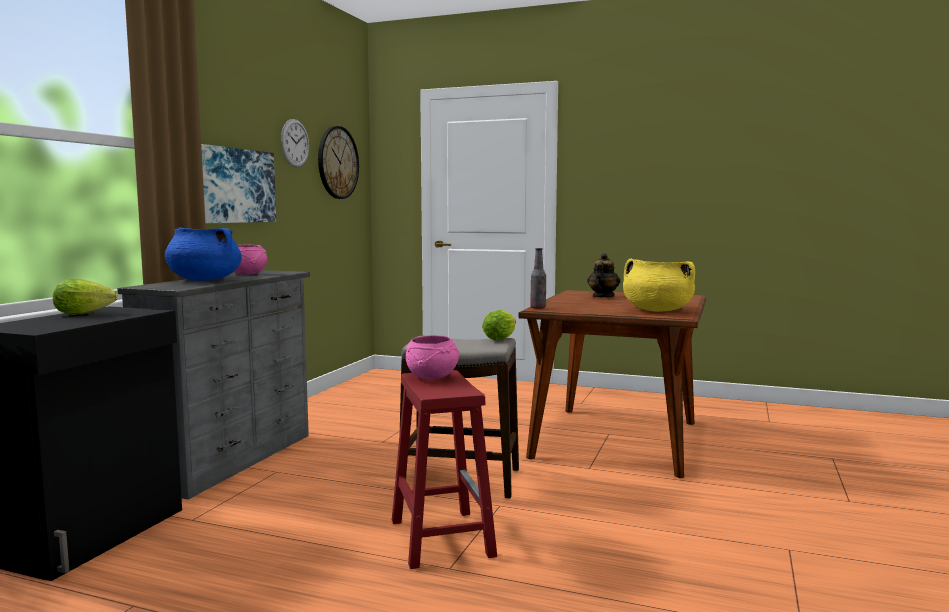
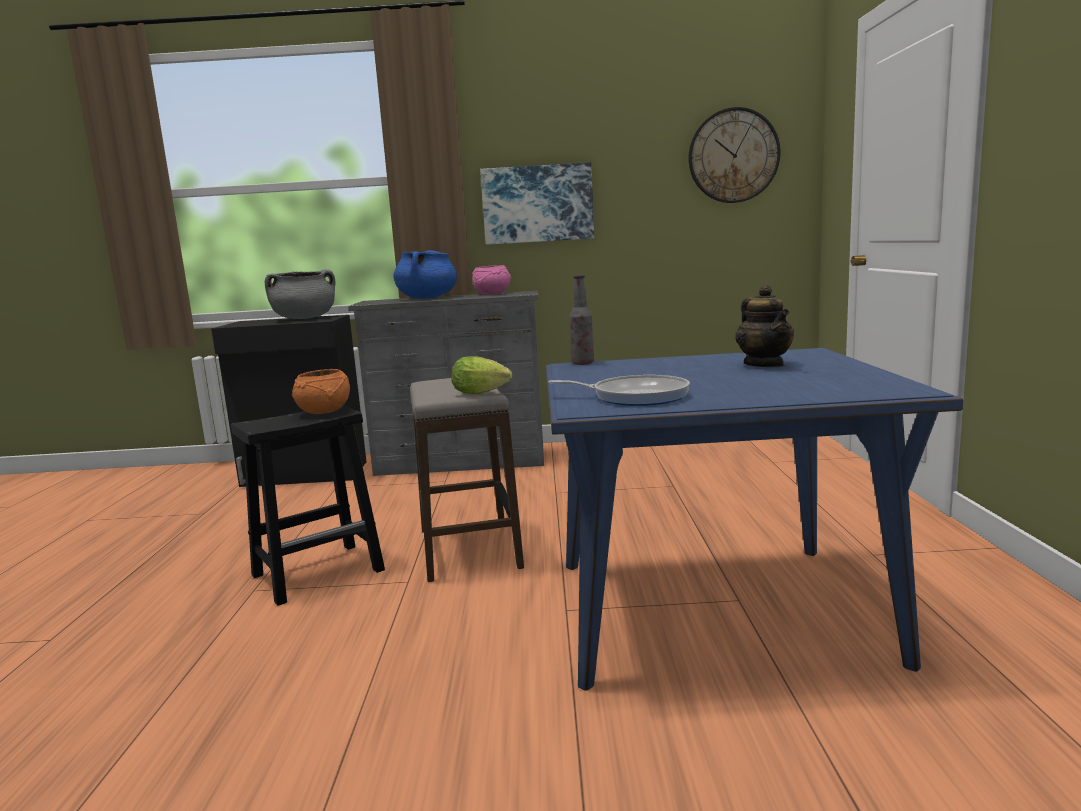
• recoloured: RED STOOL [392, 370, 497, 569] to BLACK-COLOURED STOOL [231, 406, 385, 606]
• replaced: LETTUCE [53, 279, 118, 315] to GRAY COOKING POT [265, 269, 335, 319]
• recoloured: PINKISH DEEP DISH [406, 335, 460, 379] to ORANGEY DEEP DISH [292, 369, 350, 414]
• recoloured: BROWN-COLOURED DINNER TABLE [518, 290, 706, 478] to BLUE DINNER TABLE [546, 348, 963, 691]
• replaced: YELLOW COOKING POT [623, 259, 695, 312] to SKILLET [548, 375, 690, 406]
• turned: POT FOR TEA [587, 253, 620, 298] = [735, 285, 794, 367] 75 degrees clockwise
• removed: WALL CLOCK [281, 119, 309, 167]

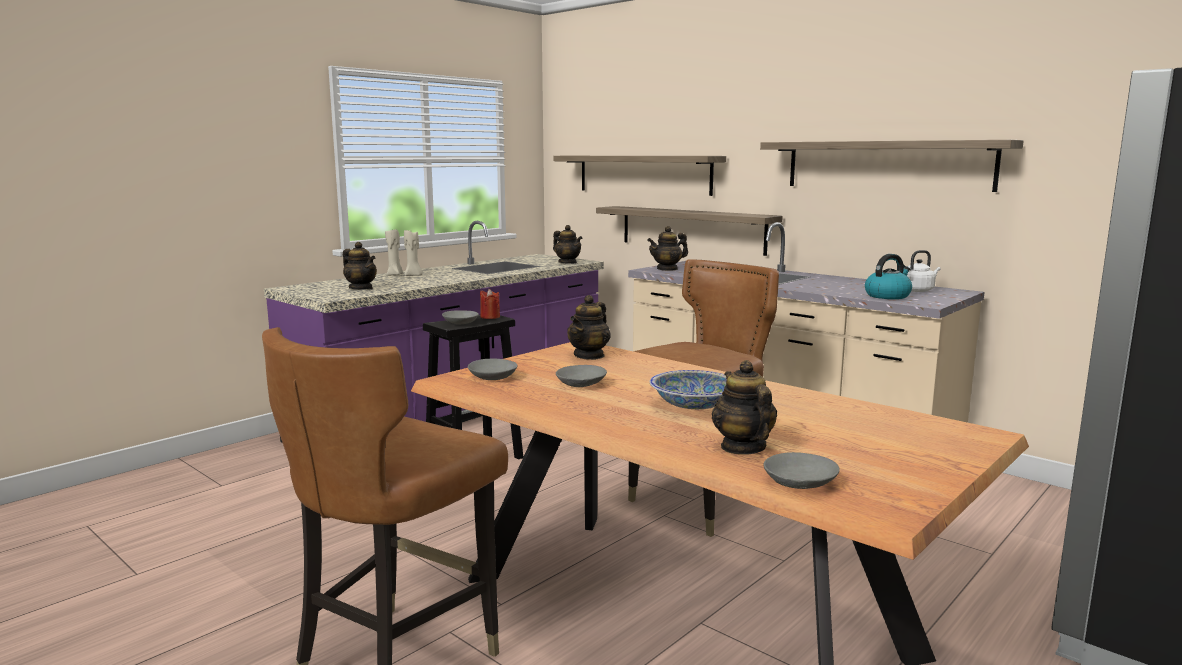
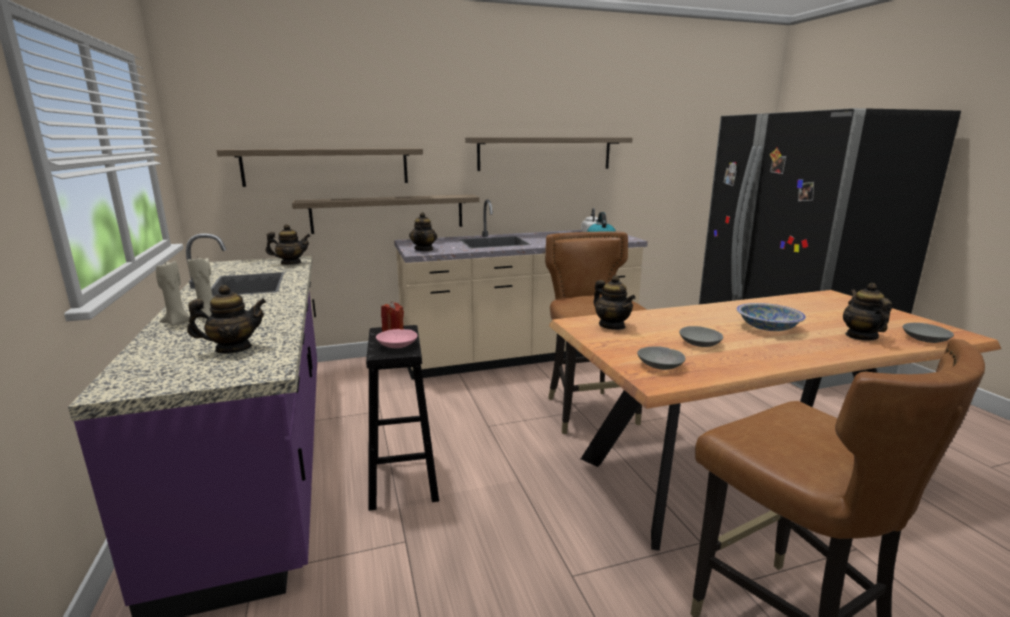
• recoloured: GRAY DEEP DISH [442, 310, 479, 324] to PINKISH DEEP DISH [376, 329, 417, 348]
• turned: POT FOR TEA [712, 360, 777, 455] = [843, 283, 892, 341] 75 degrees clockwise

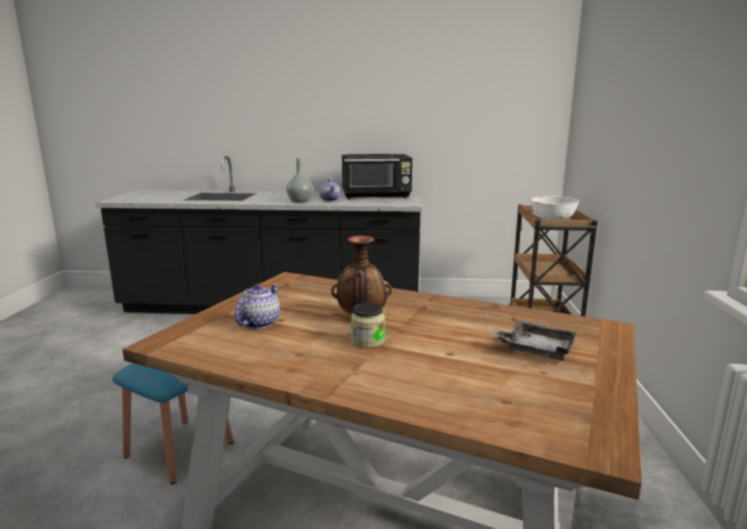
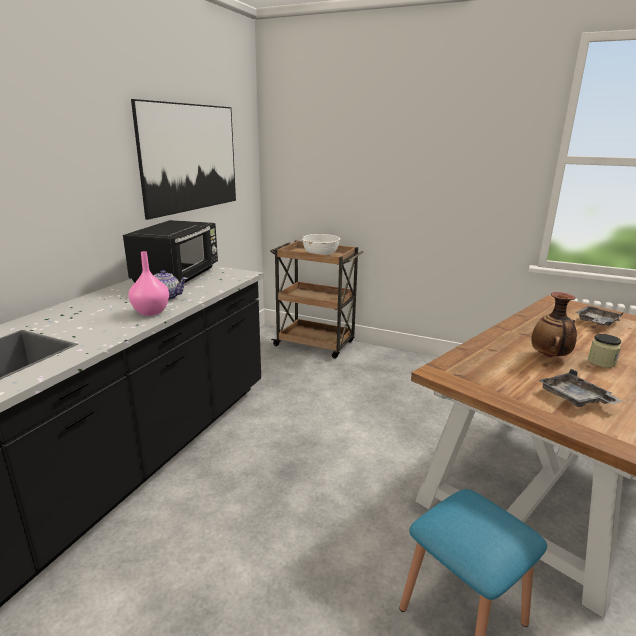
• recoloured: GRAY DECORATIVE VASE [286, 158, 313, 203] to PINKISH DECORATIVE VASE [129, 251, 169, 316]
• added: WALL ART [131, 99, 236, 220]
• replaced: POT FOR TEA [234, 284, 280, 329] to GRAY SERVING TRAY [538, 369, 622, 407]

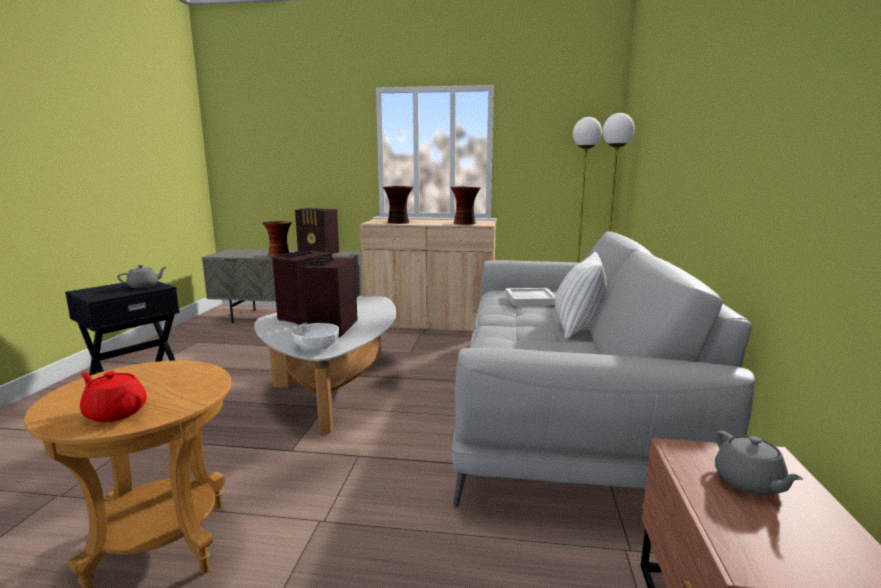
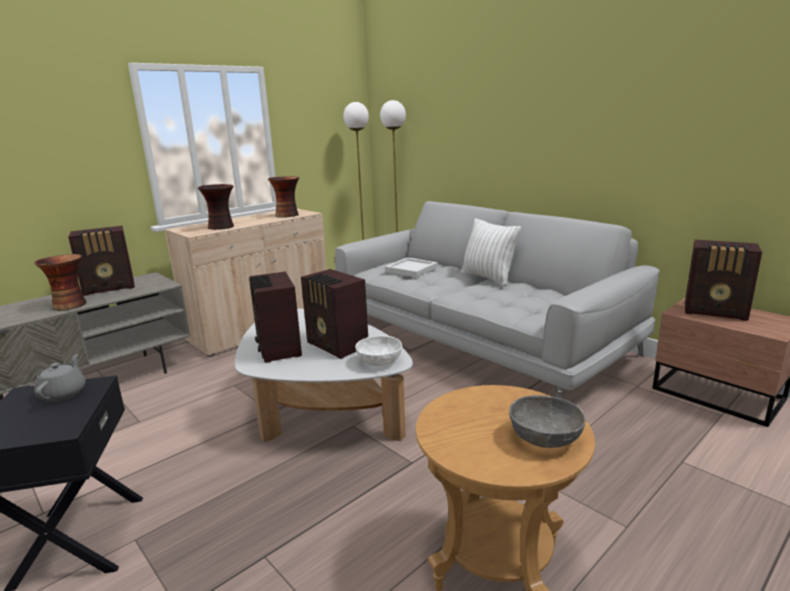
• replaced: RED POT FOR TEA [80, 371, 147, 422] to GRAY DEEP DISH [509, 395, 585, 448]
• replaced: GRAY POT FOR TEA [715, 431, 803, 495] to RADIO SET [685, 240, 762, 321]

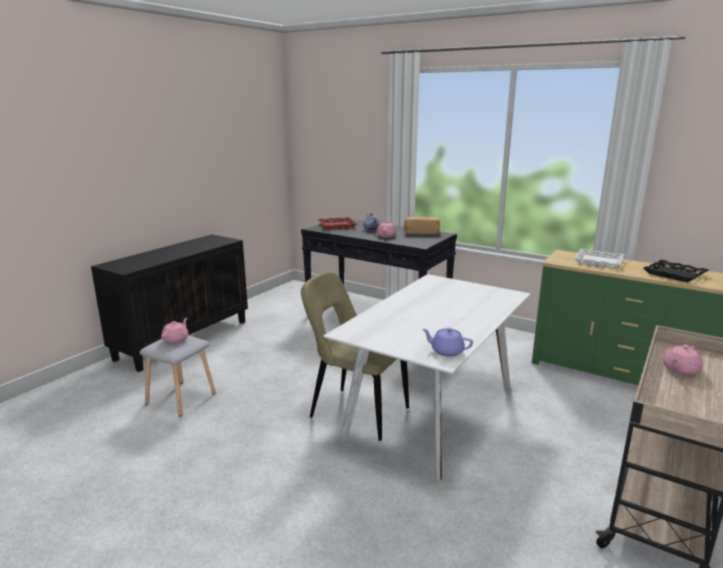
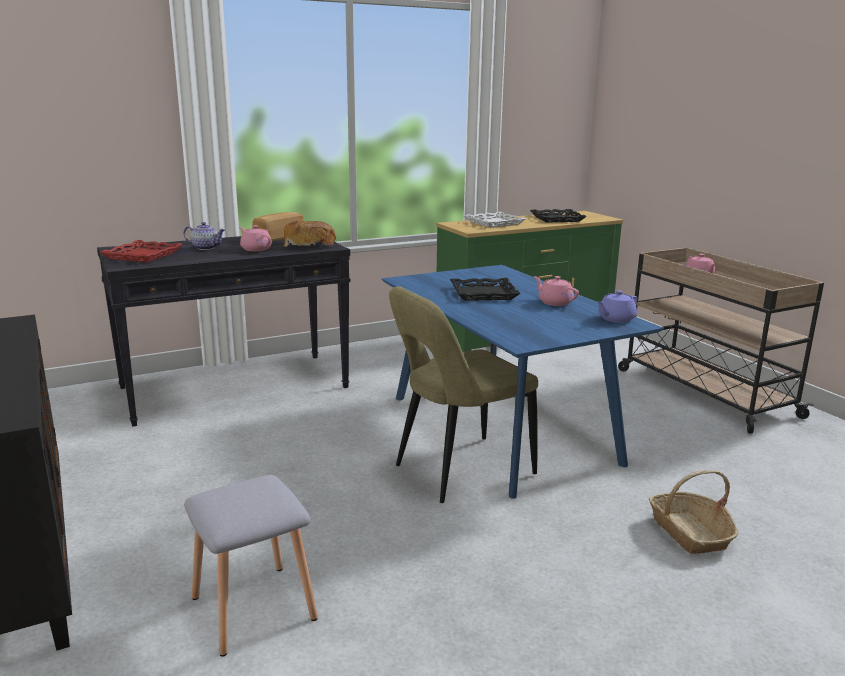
• added: BREAD [284, 221, 336, 247]
• recoloured: WHITE DINNER TABLE [323, 274, 531, 480] to BLUE DINNER TABLE [382, 265, 664, 499]
• added: BLACK-COLOURED SERVING TRAY [450, 278, 521, 301]
• moved: PINKISH POT FOR TEA [161, 318, 188, 344] to [534, 276, 579, 306]
• added: HOUSEHOLD BASKET [649, 470, 738, 554]

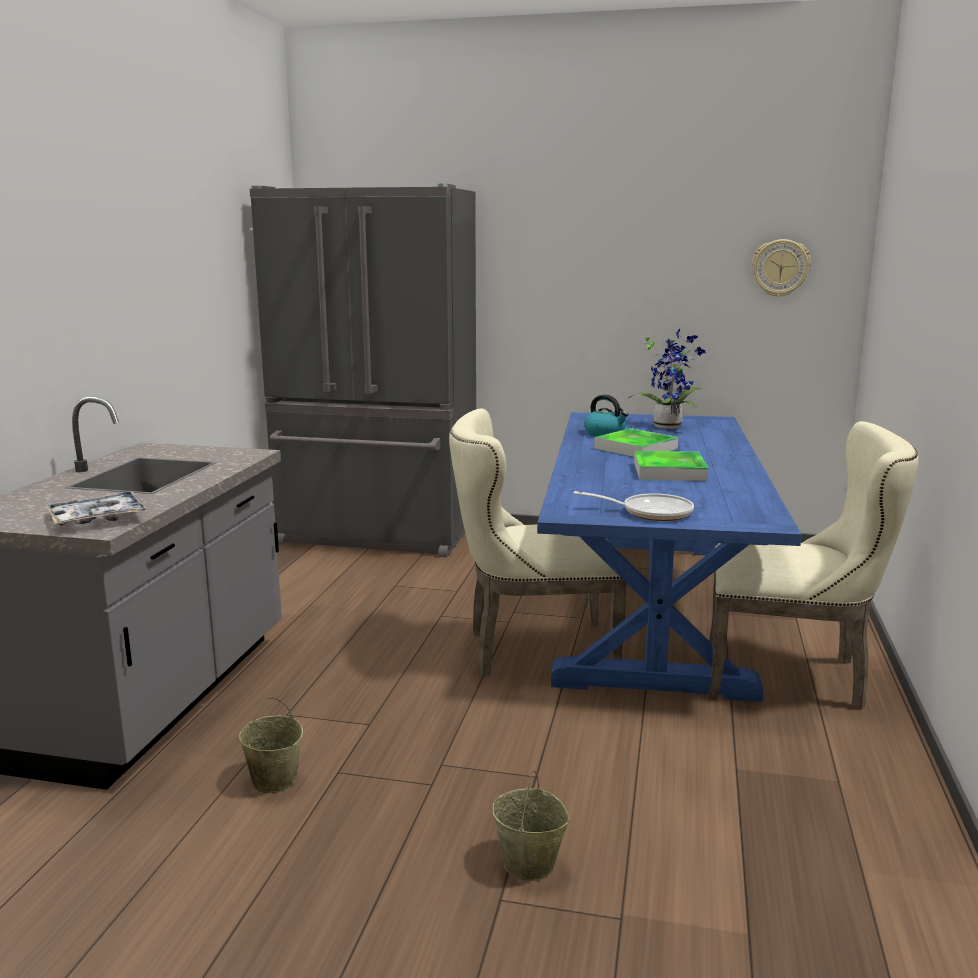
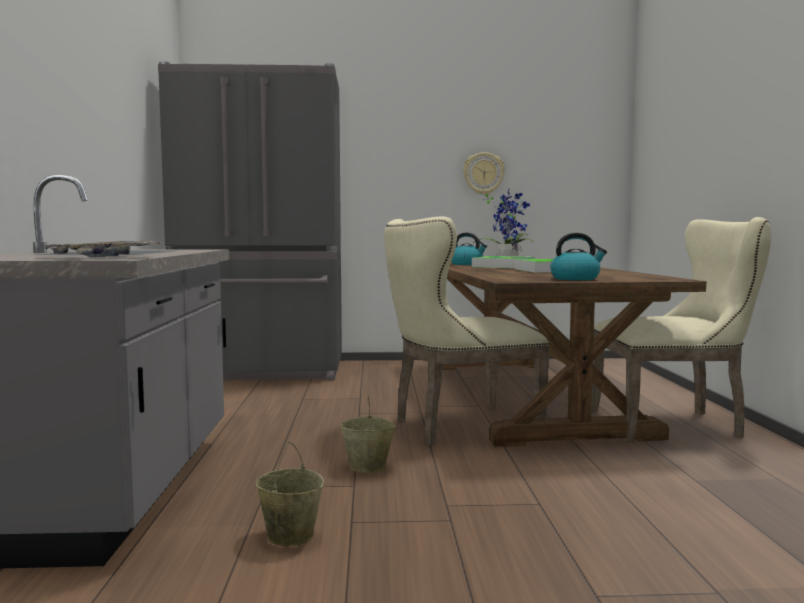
• moved: BEIGE BUCKET [492, 770, 570, 881] to [340, 395, 396, 473]
• recoloured: BLUE DINNER TABLE [537, 412, 802, 702] to BROWN-COLOURED DINNER TABLE [442, 262, 706, 447]
• moved: WALL CLOCK [752, 239, 811, 297] to [463, 152, 505, 195]
• replaced: SKILLET [574, 491, 694, 521] to TEA KETTLE [550, 233, 607, 280]

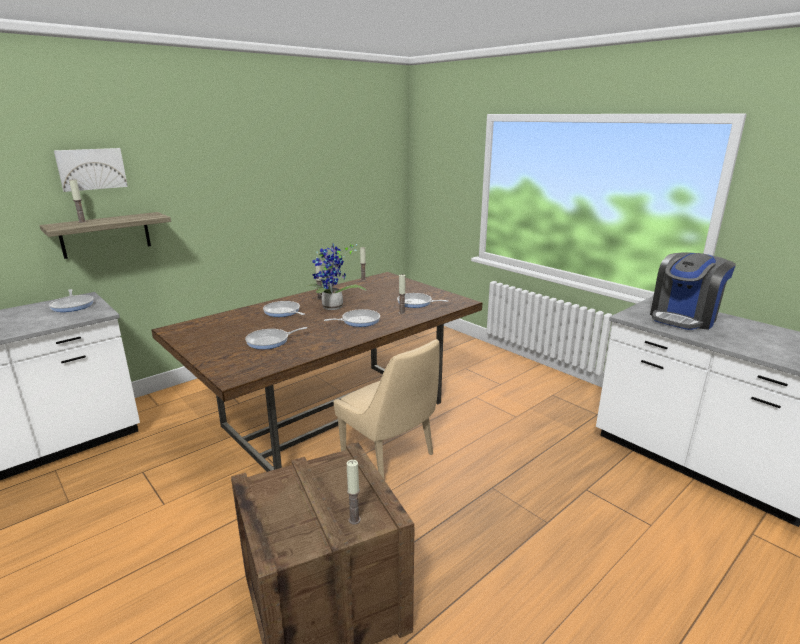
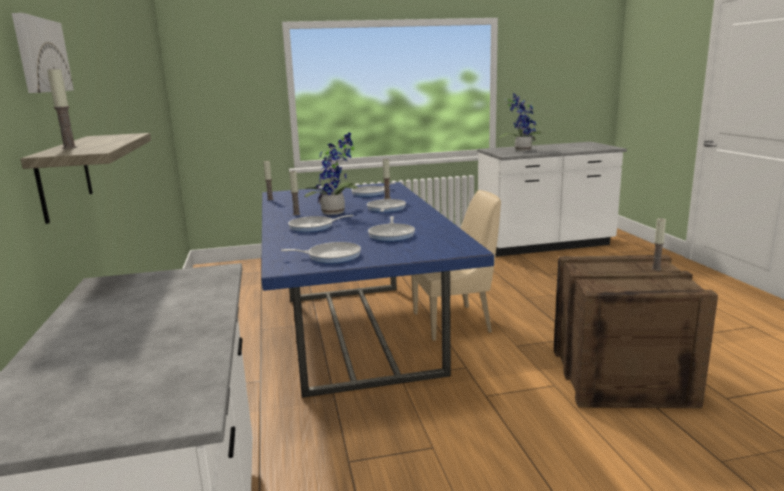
• recoloured: BROWN-COLOURED DINNER TABLE [151, 272, 482, 472] to BLUE DINNER TABLE [261, 182, 494, 398]
• moved: SKILLET [48, 289, 94, 312] to [281, 242, 361, 264]
• replaced: COFFEE MACHINE [650, 252, 736, 330] to HOUSEPLANT [499, 93, 546, 151]

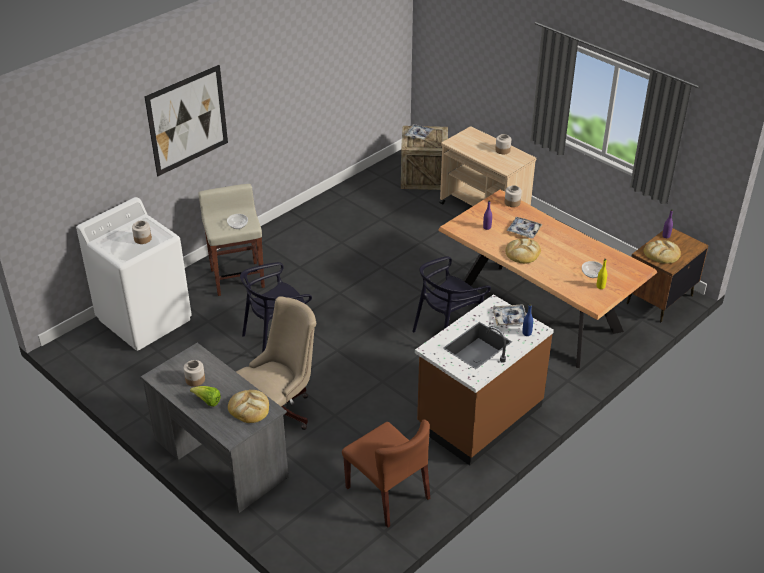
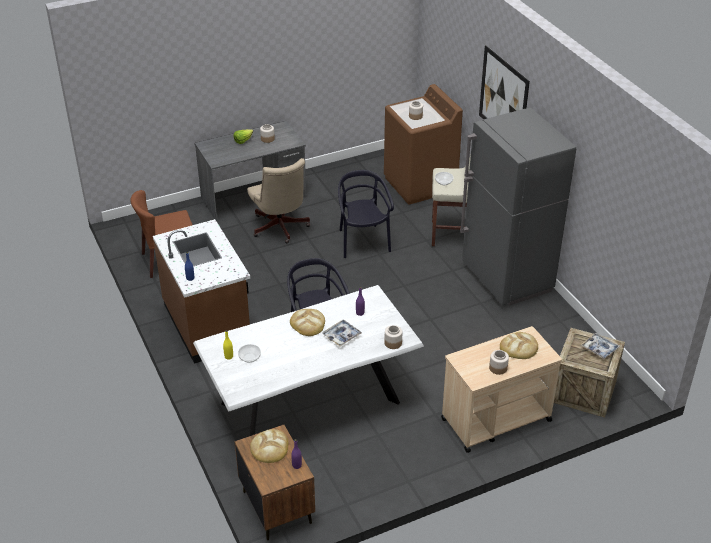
• recoloured: BROWN-COLOURED DINNER TABLE [438, 190, 658, 368] to WHITE DINNER TABLE [193, 285, 424, 436]
• recoloured: WHITE LAUNDRY MACHINE [76, 197, 192, 351] to BROWN-COLOURED LAUNDRY MACHINE [384, 84, 463, 204]
• added: GRAY REFRIGERATOR [460, 108, 576, 306]
• moved: BREAD [228, 390, 269, 423] to [500, 332, 538, 359]
• removed: SERVING TRAY [492, 305, 526, 326]

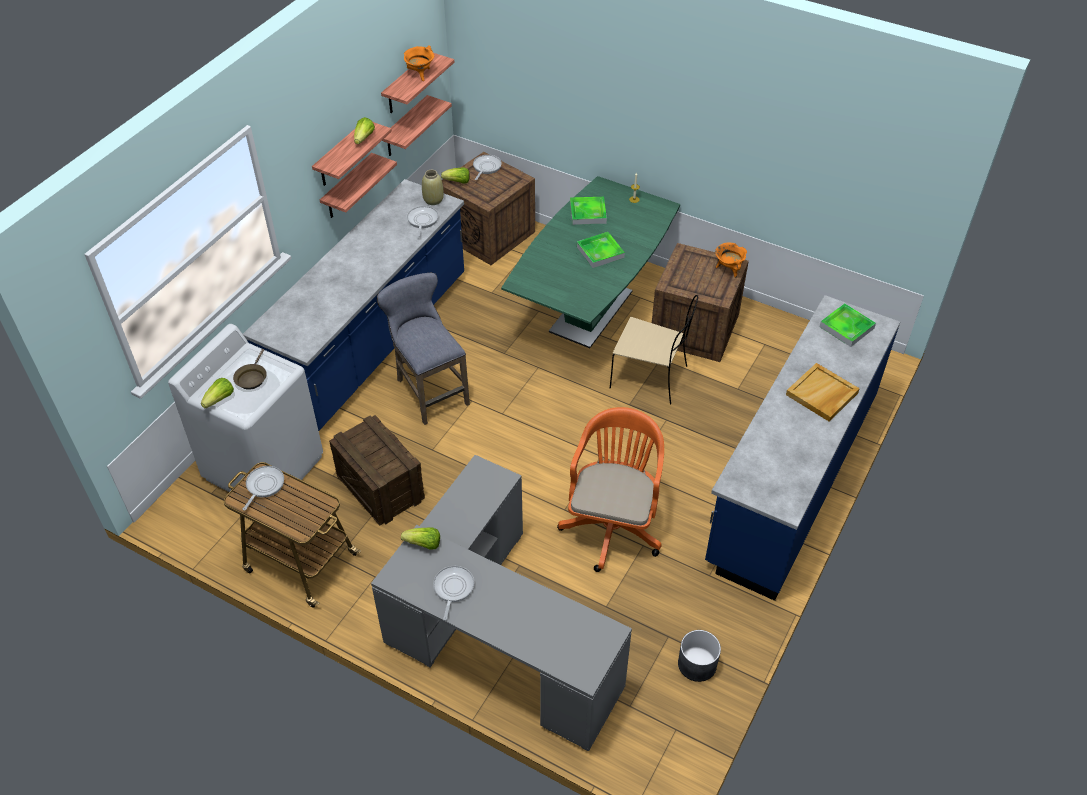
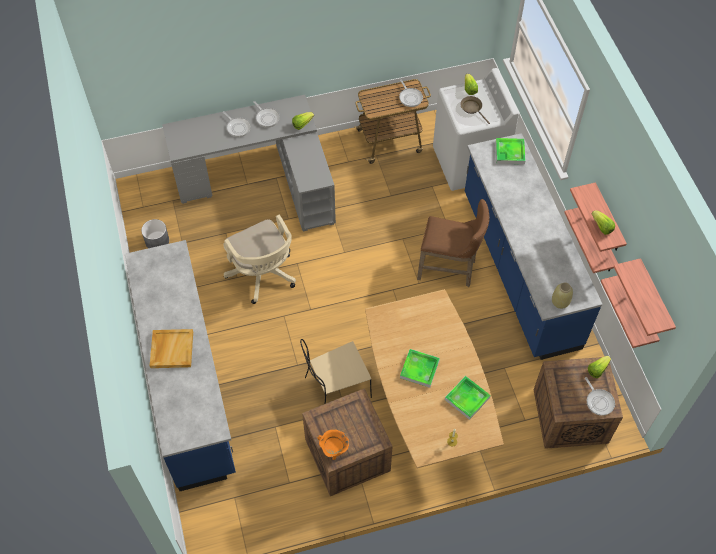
• moved: SKILLET [407, 206, 439, 237] to [222, 111, 251, 137]
• recoloured: ORANGEY COMPUTER CHAIR [557, 407, 664, 572] to BEIGE COMPUTER CHAIR [223, 215, 296, 304]
• recoloured: GREEN DINNER TABLE [501, 176, 680, 348] to BROWN-COLOURED DINNER TABLE [365, 289, 504, 468]
• recoloured: GRAY STOOL [377, 272, 470, 425] to BROWN-COLOURED STOOL [417, 199, 489, 287]
• moved: SERVING TRAY [819, 303, 876, 347] to [496, 138, 526, 164]
• removed: PACKING CRATE [329, 415, 425, 526]
• removed: ORANGEY COOKING POT [404, 45, 434, 81]

